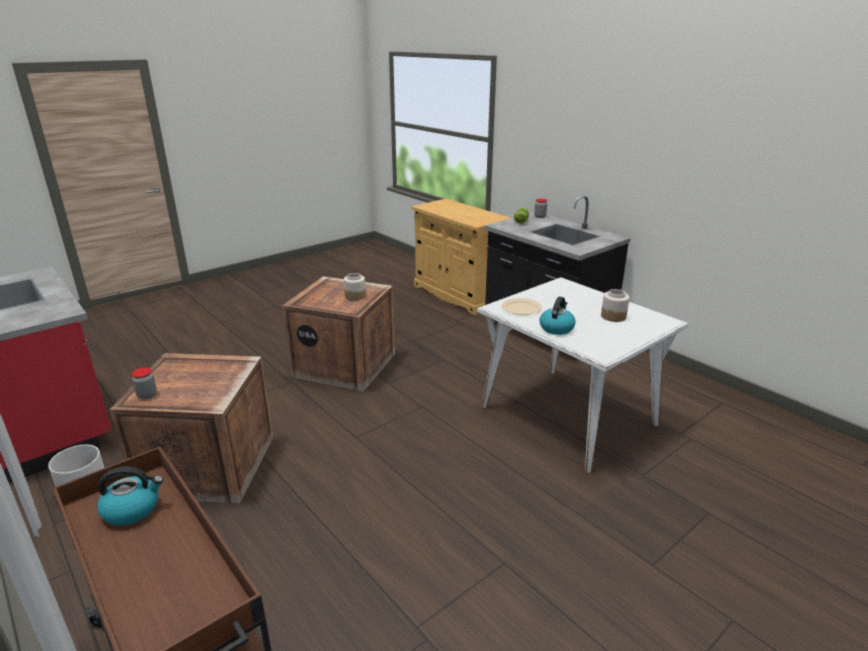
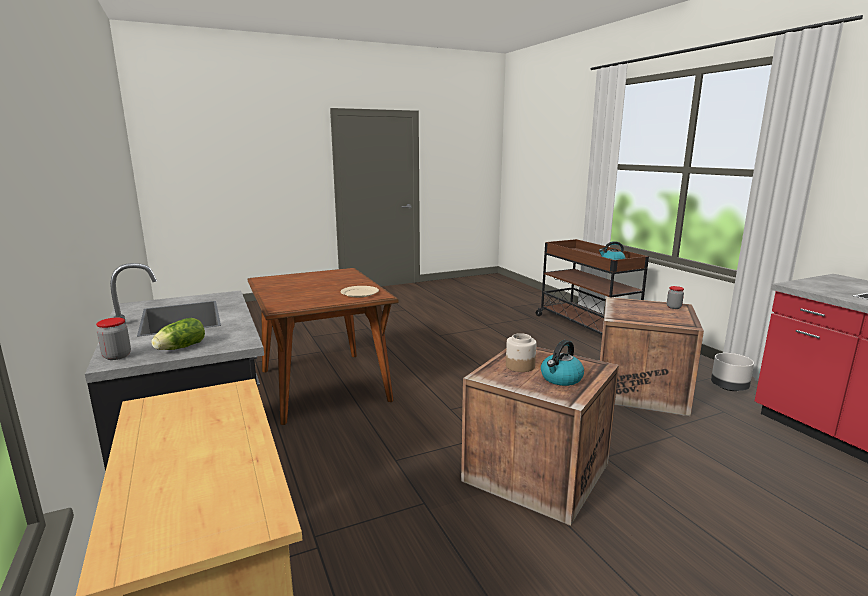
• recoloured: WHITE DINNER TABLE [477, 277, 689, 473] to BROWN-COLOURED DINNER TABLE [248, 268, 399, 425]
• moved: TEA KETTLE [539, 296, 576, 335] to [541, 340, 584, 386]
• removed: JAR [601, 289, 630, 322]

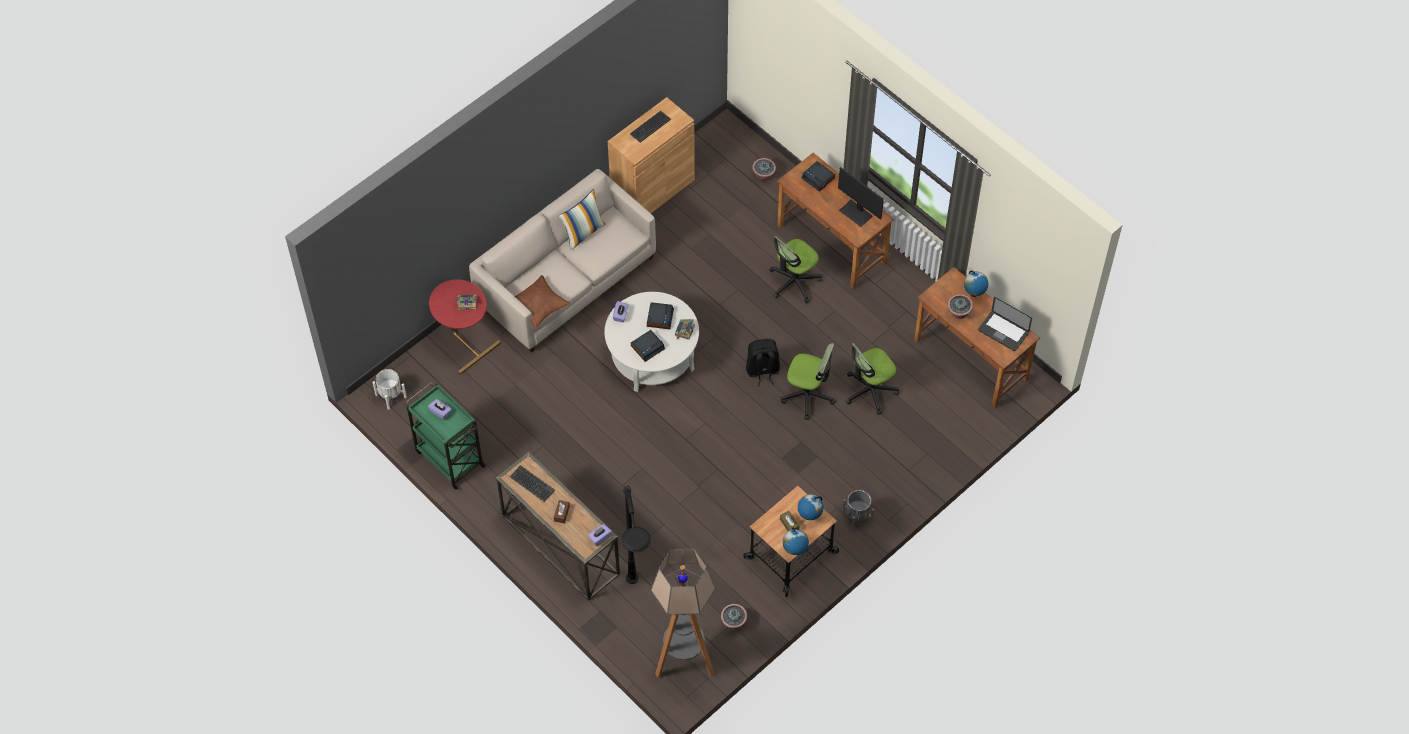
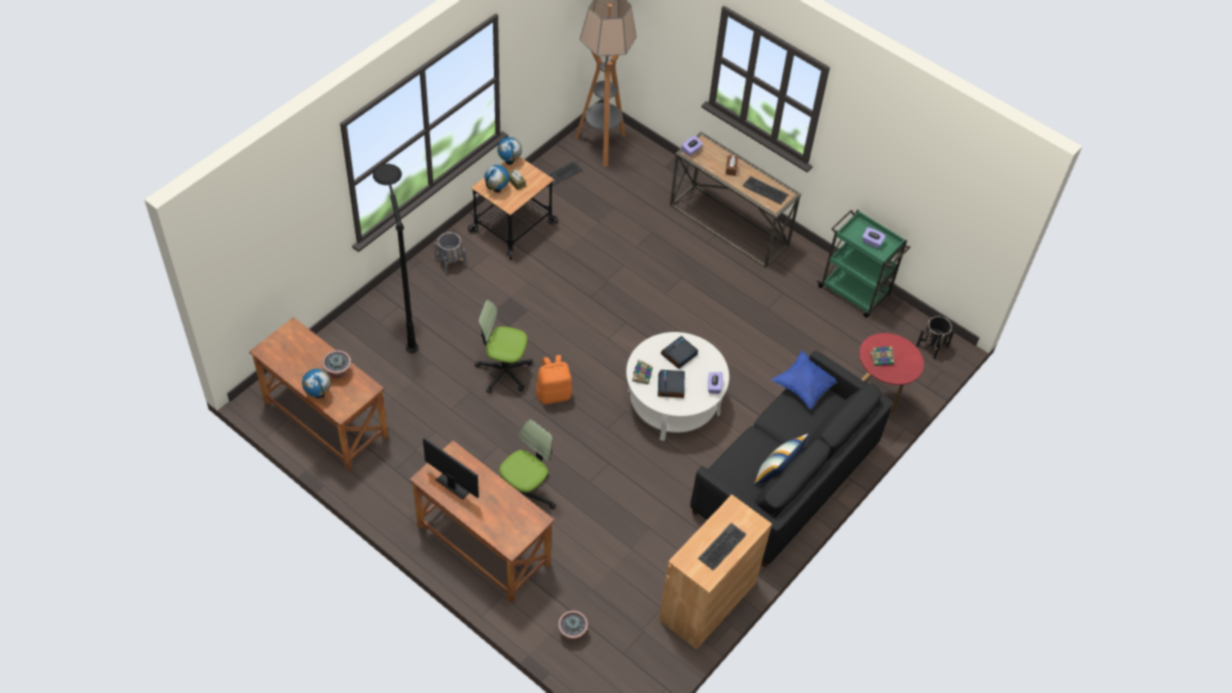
• moved: BLACK-COLOURED FLOOR LAMP [622, 485, 651, 584] to [373, 164, 419, 353]
• recoloured: BLACK-COLOURED KNAPSACK [746, 339, 780, 387] to ORANGEY KNAPSACK [536, 355, 572, 404]
• replaced: HOUSEPLANT [721, 604, 747, 629] to PC KEYBOARD [547, 161, 583, 187]
• recoloured: BEIGE SETTEE [469, 169, 656, 353] to BLACK-COLOURED SETTEE [690, 351, 893, 568]
• recoloured: BROWN-COLOURED CUSHION [515, 275, 571, 330] to BLUE CUSHION [771, 351, 837, 409]
• recoloured: WHITE PLANTER [372, 369, 407, 410] to BLACK-COLOURED PLANTER [916, 316, 954, 359]
• removed: TABLE CLOCK [802, 161, 835, 192]
• removed: COMPUTER CHAIR [846, 343, 899, 415]
• removed: NOTEBOOK COMPUTER [978, 297, 1032, 351]

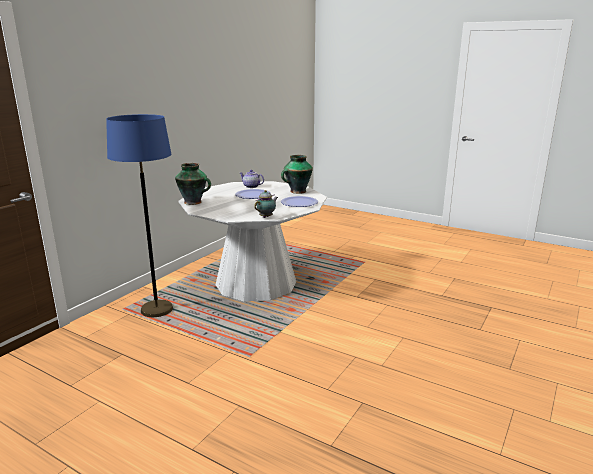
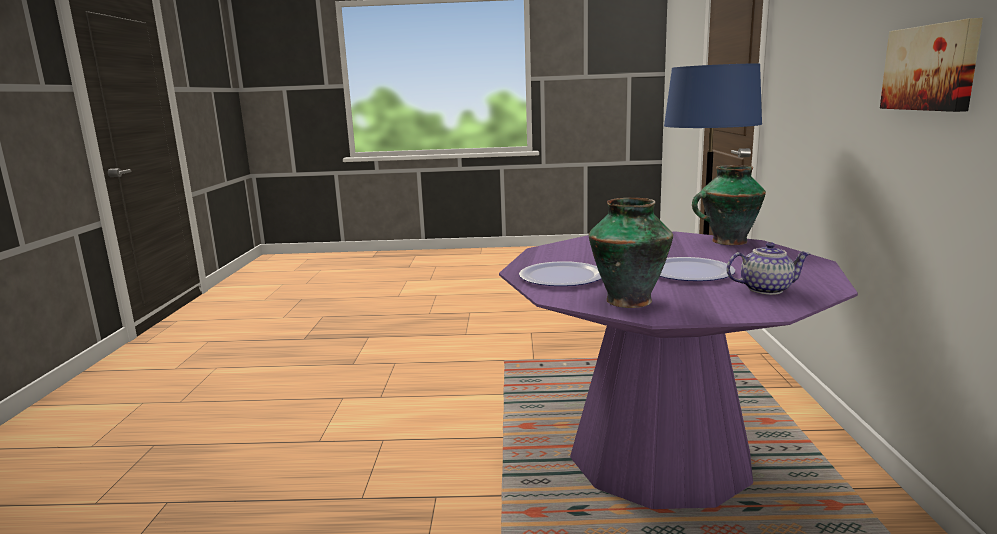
• recoloured: WHITE DINNER TABLE [178, 181, 327, 301] to PURPLISH DINNER TABLE [499, 232, 858, 509]
• added: WALL ART [880, 18, 983, 112]
• removed: POT FOR TEA [254, 190, 278, 218]

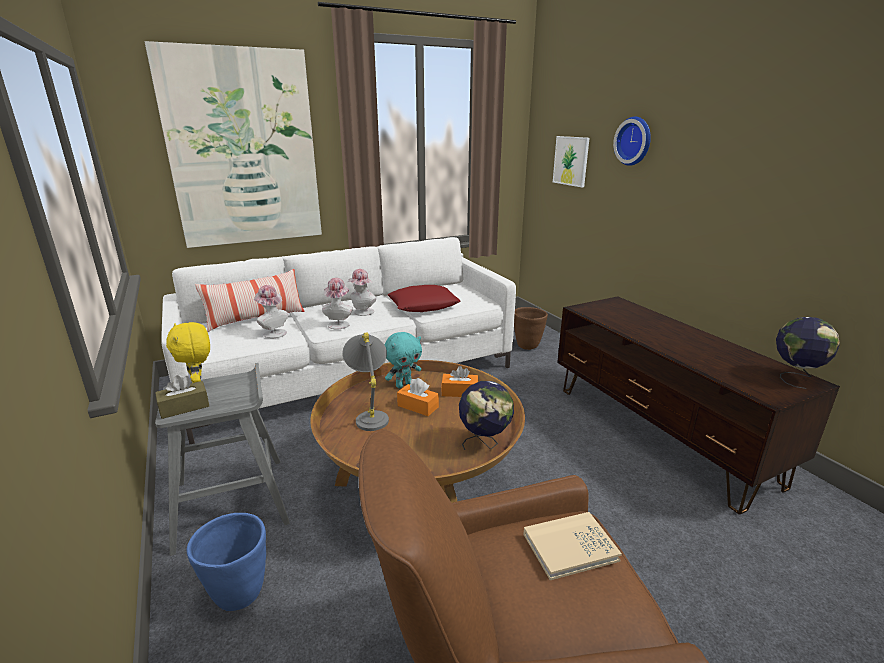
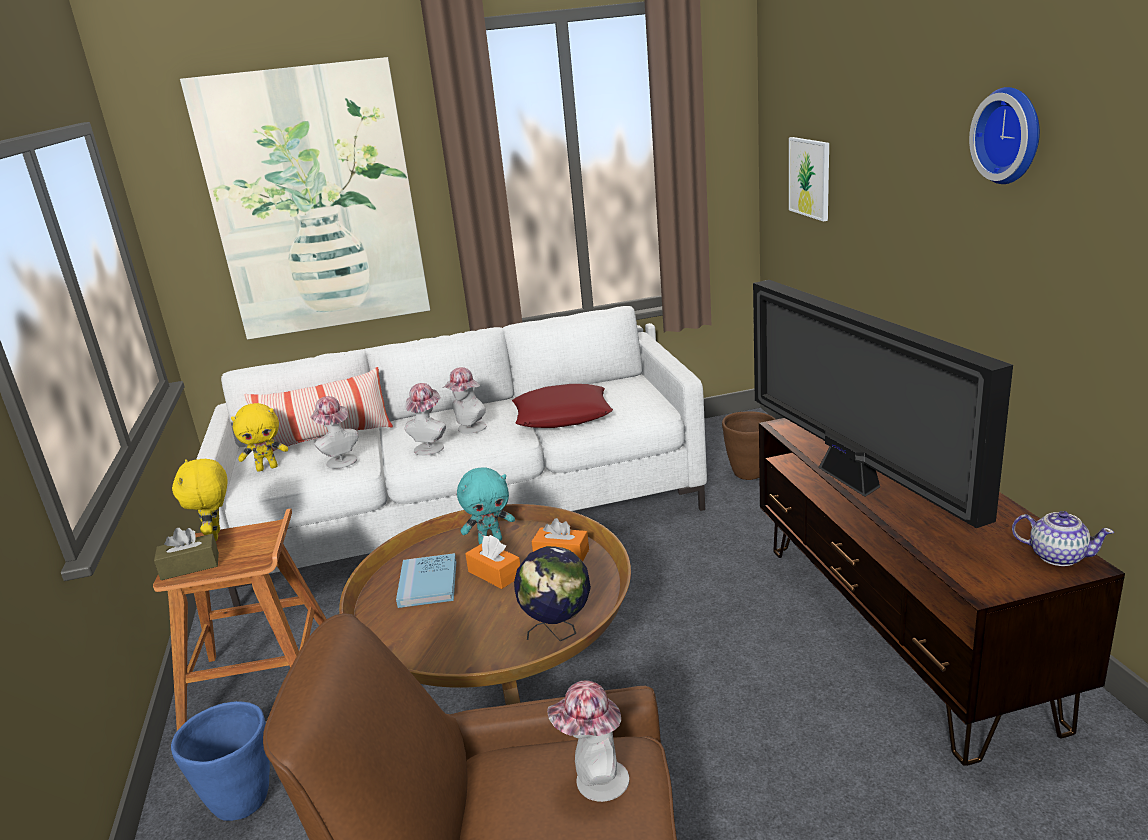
• recoloured: GRAY STOOL [155, 363, 290, 556] to BROWN-COLOURED STOOL [153, 508, 327, 731]
• added: YELLOW SOFT TOY [231, 403, 288, 472]
• replaced: GRAY LAMP FOR A TABLE [342, 332, 389, 431] to BLUE VOLUME [396, 553, 457, 608]
• replaced: BEIGE VOLUME [523, 512, 622, 580] to WEARABLE HAT [547, 680, 629, 802]
• added: TELEVISION [753, 280, 1013, 528]
• moved: WALL CLOCK [613, 116, 651, 166] to [969, 87, 1040, 184]
• replaced: WORLD GLOBE [776, 317, 840, 389] to POT FOR TEA [1012, 511, 1114, 566]

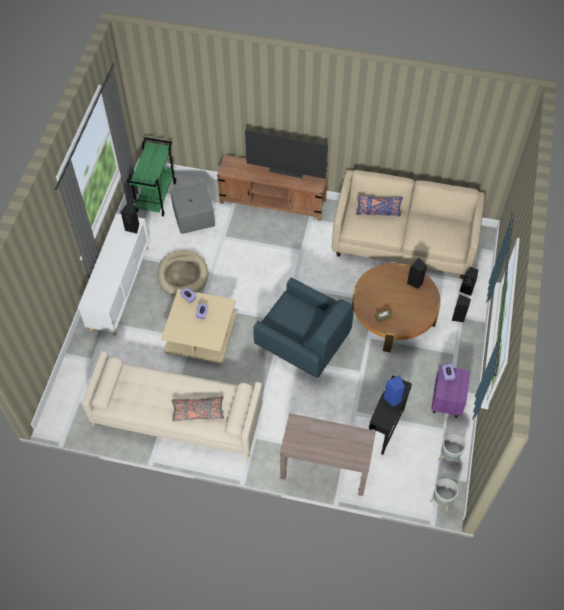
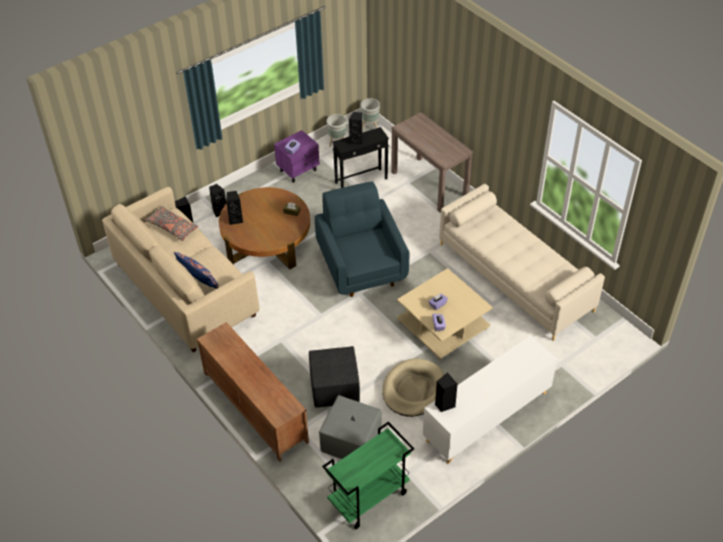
• moved: GRAY CUSHION [171, 396, 224, 422] to [145, 206, 198, 241]
• added: BLACK-COLOURED OTTOMAN [309, 346, 360, 408]
• recoloured: BLUE AUDIO SPEAKER [384, 375, 405, 407] to BLACK-COLOURED AUDIO SPEAKER [349, 112, 362, 145]
• removed: TELEVISION [245, 130, 328, 179]

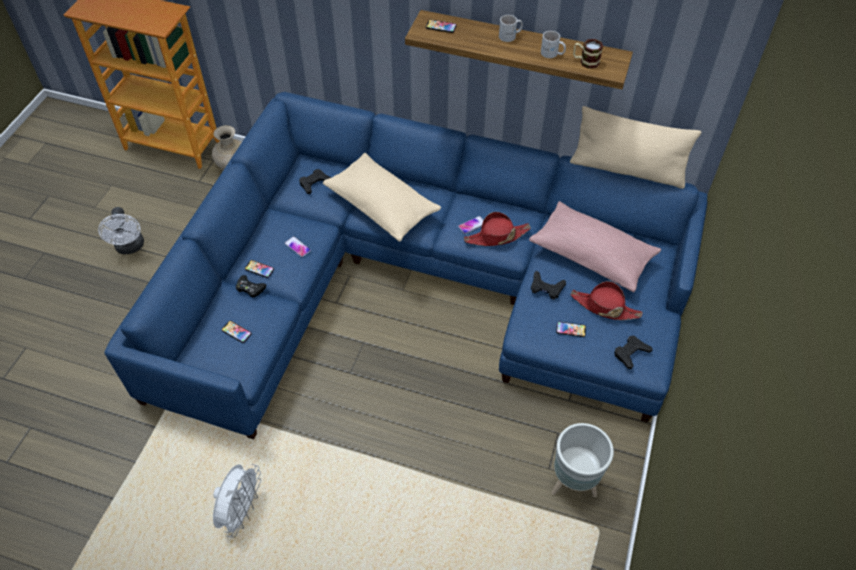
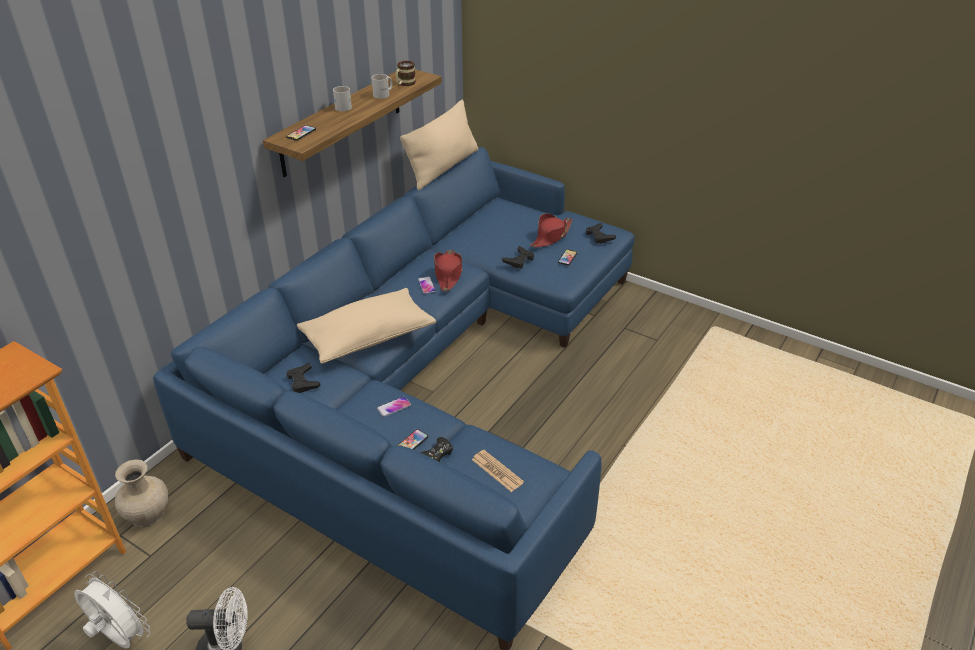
• moved: WHITE COOLING FAN [213, 464, 261, 537] to [74, 571, 151, 648]
• replaced: PHONE [221, 321, 252, 343] to PRINTED PAPER [472, 450, 524, 492]
• removed: PINKISH CUSHION [529, 201, 661, 292]
• removed: GRAY PLANTER [551, 423, 614, 497]

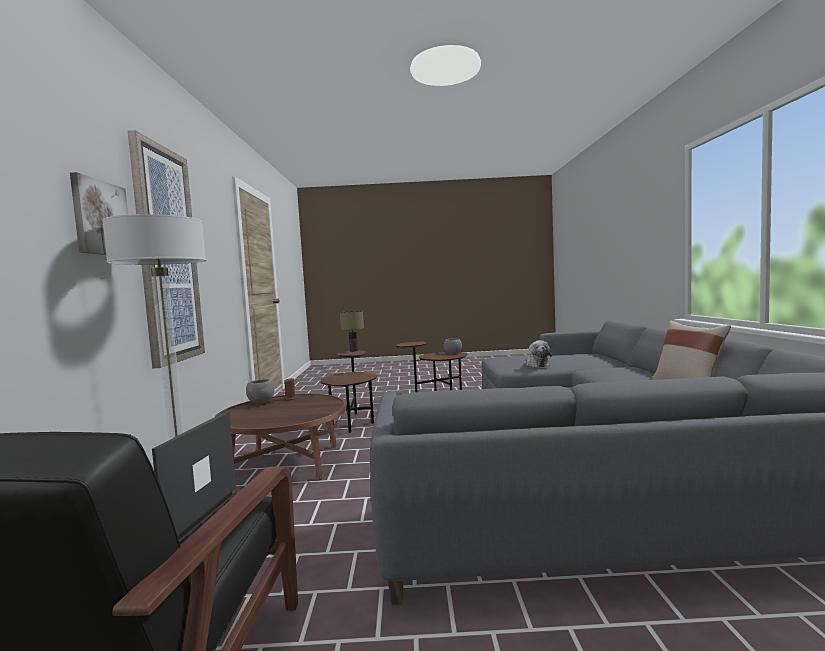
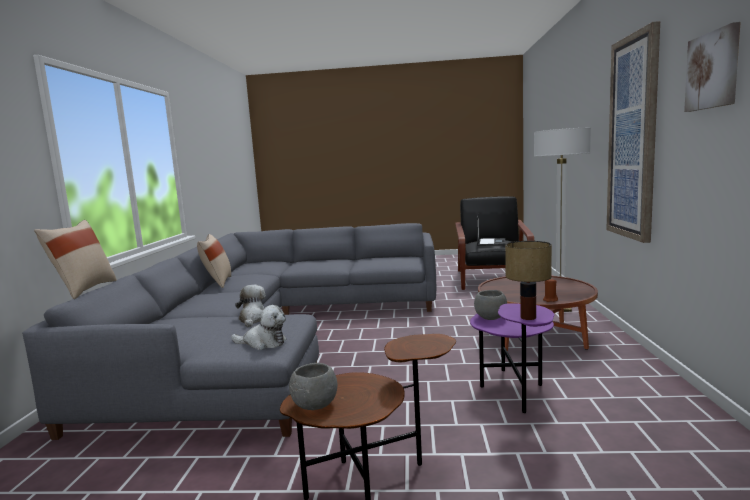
• added: BEIGE CUSHION [34, 220, 117, 299]
• added: SOFT TOY [231, 305, 286, 350]
• recoloured: BROWN-COLOURED END TABLE [321, 350, 377, 433] to PURPLISH END TABLE [470, 303, 554, 413]
• moved: GRAY DEEP DISH [246, 379, 274, 403] to [474, 290, 507, 320]
• moved: WALL ART [70, 172, 128, 255] to [684, 22, 741, 112]

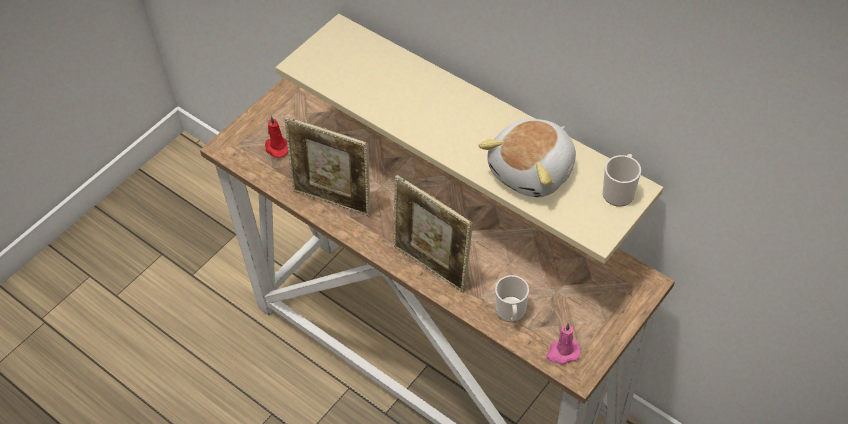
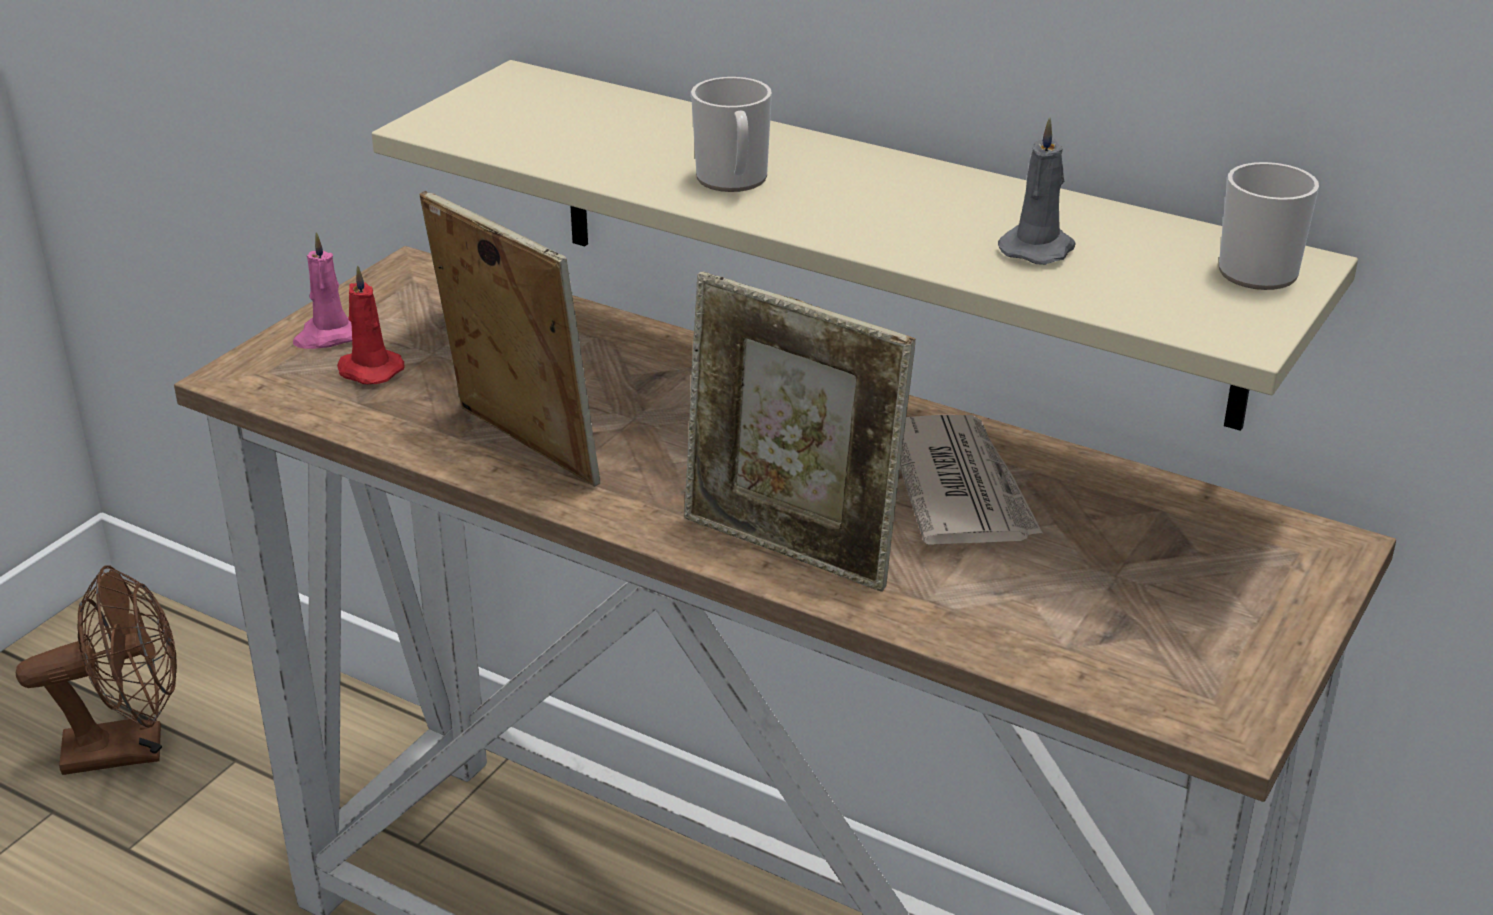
• added: BROWN-COLOURED COOLING FAN [16, 565, 177, 775]
• moved: PINKISH WAX CANDLE [546, 323, 581, 365] to [293, 232, 352, 349]
• turned: STANDING FRAME [284, 117, 371, 216] = [420, 191, 600, 486] 150 degrees counterclockwise
• moved: COFFEE MUG [495, 275, 529, 322] to [691, 77, 772, 192]
• added: PRINTED PAPER [900, 415, 1043, 545]
• replaced: SOFT TOY [479, 119, 576, 198] to GRAY WAX CANDLE [998, 117, 1076, 265]

